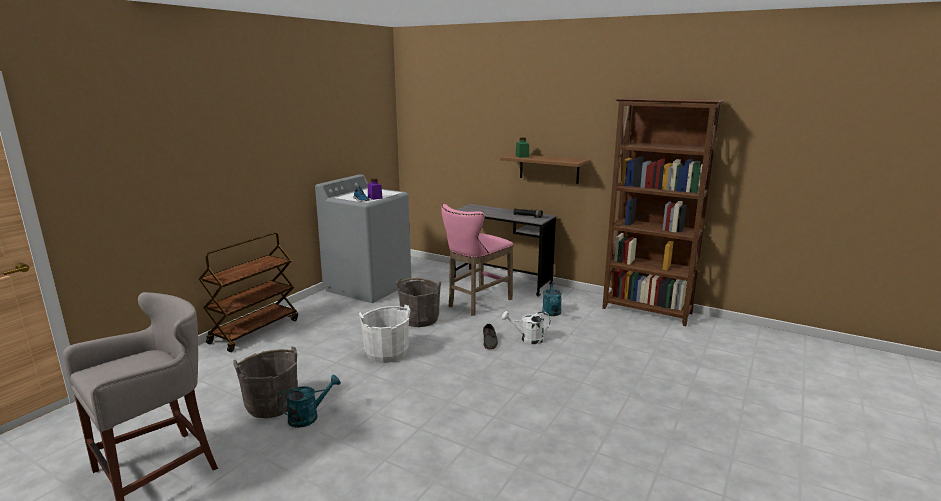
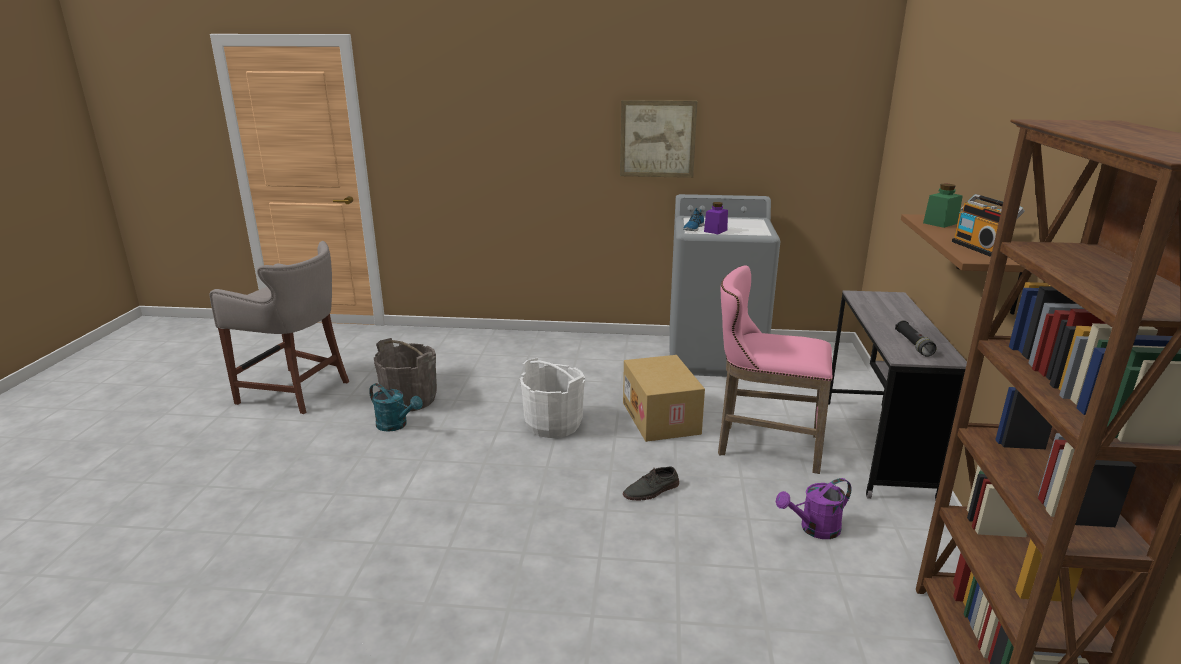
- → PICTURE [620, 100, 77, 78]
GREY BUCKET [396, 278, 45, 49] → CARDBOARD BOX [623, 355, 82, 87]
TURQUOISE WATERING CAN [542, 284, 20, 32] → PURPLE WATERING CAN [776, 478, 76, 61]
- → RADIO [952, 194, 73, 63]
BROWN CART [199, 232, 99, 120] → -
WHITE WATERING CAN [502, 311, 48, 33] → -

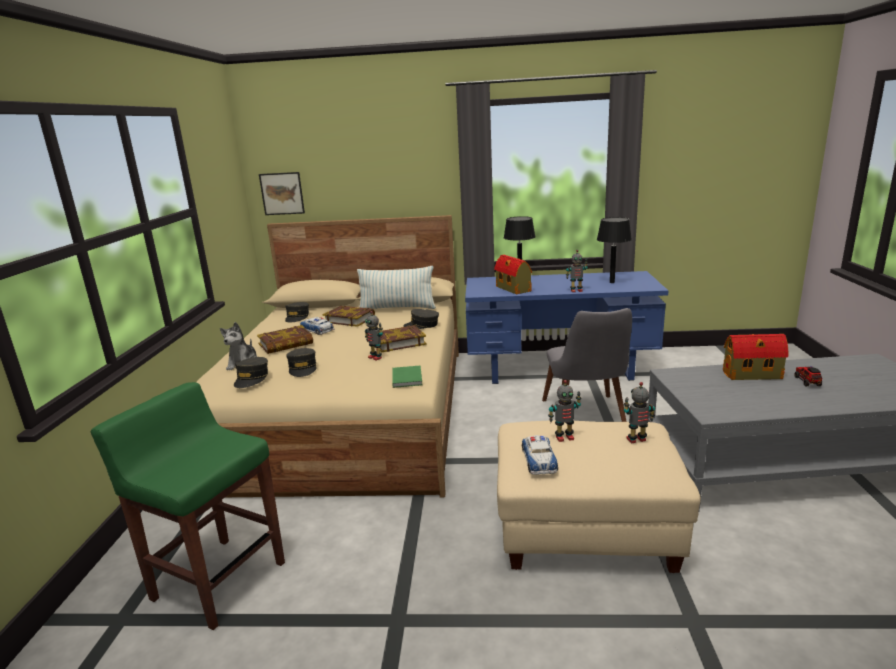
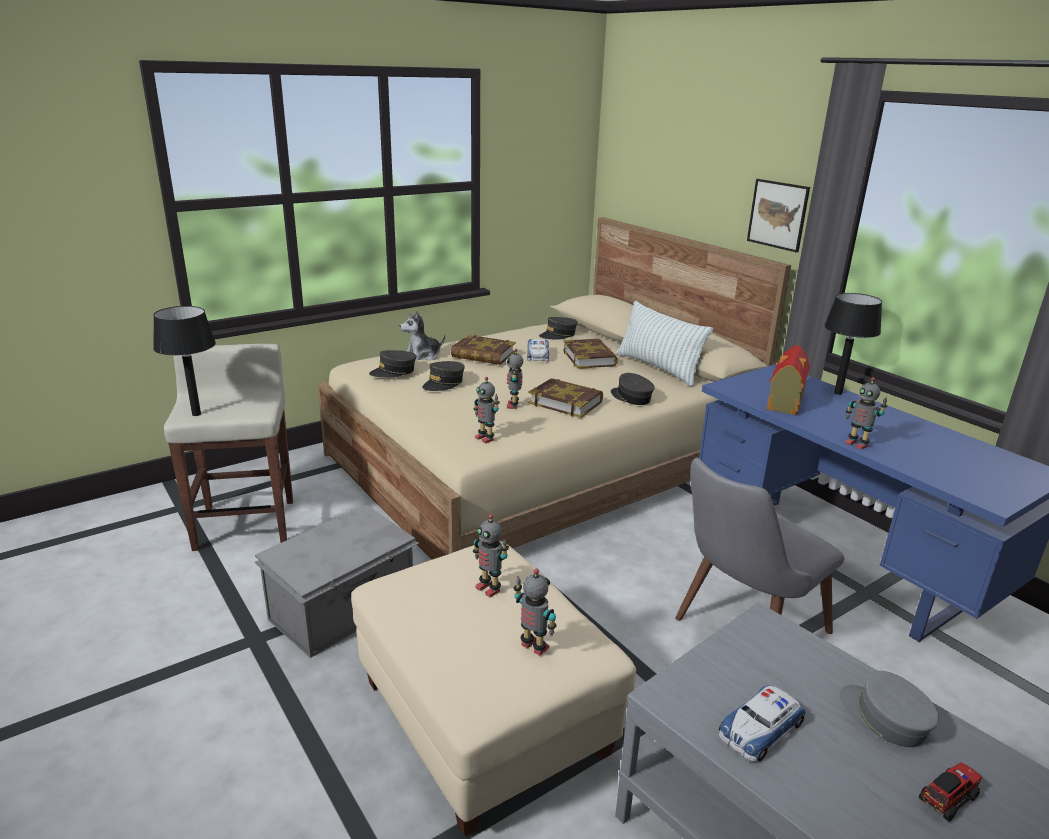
BLACK TABLE LAMP [597, 217, 35, 66] → BLACK TABLE LAMP [153, 306, 63, 110], relocated
GREEN STOOL [91, 382, 194, 248] → BEIGE STOOL [164, 344, 129, 207]
- → GREY STORAGE BOX [254, 505, 165, 153]
GREEN BOOK [392, 365, 30, 23] → TOY ROBOT [474, 377, 26, 67]
TOY CAR [522, 435, 36, 40] → TOY CAR [719, 685, 87, 77], relocated
PICTURE [259, 172, 46, 43] → PICTURE [747, 179, 63, 74], relocated
TOY HOUSE [723, 334, 66, 46] → GREY CAP [840, 671, 99, 76]

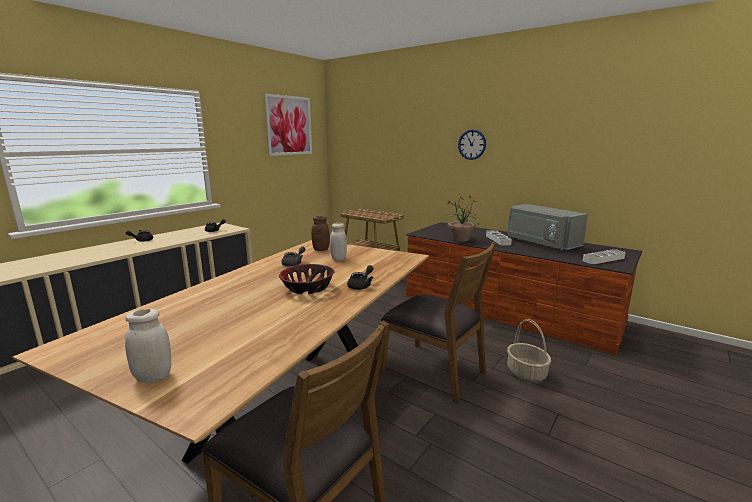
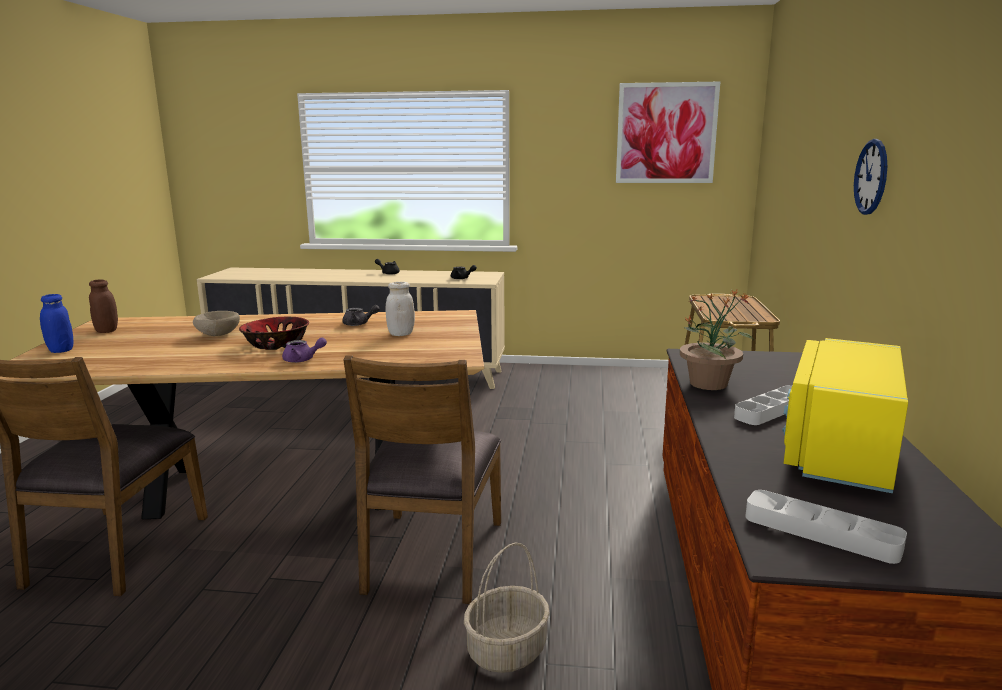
WHITE JAR [125, 309, 46, 74] → BLUE JAR [40, 294, 33, 59]
BROWN JAR [311, 216, 19, 35] → BROWN JAR [89, 280, 29, 53], relocated
- → BEIGE BOWL [193, 311, 47, 25]
BLACK TEAPOT [347, 265, 27, 25] → PURPLE TEAPOT [282, 337, 45, 26]
GREY MICROWAVE [508, 204, 80, 46] → YELLOW MICROWAVE [783, 338, 125, 155]

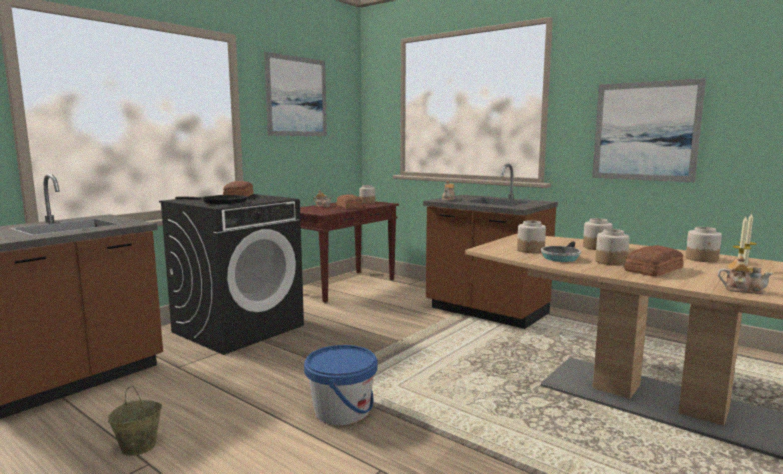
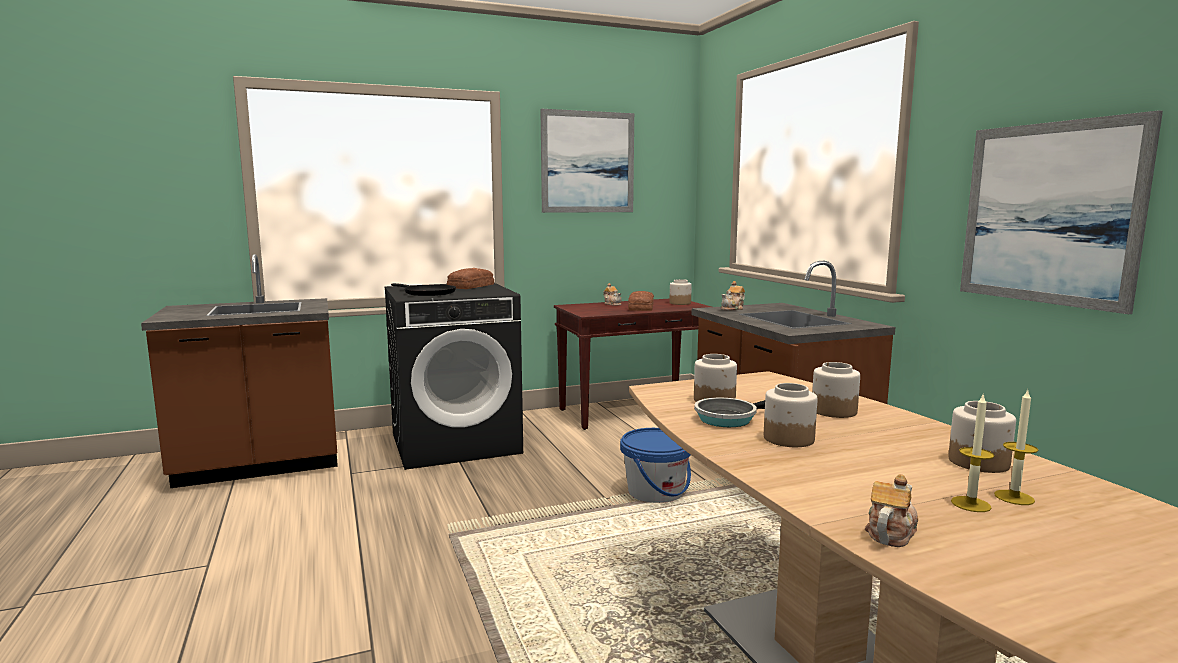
BLUE BUCKET [304, 345, 73, 80] → BLUE BUCKET [620, 428, 71, 75], relocated
TEAPOT [718, 256, 55, 38] → TEAPOT [865, 474, 53, 73], 105 degrees counterclockwise
BEIGE BUCKET [108, 386, 54, 70] → -
BREAD [624, 245, 60, 32] → -

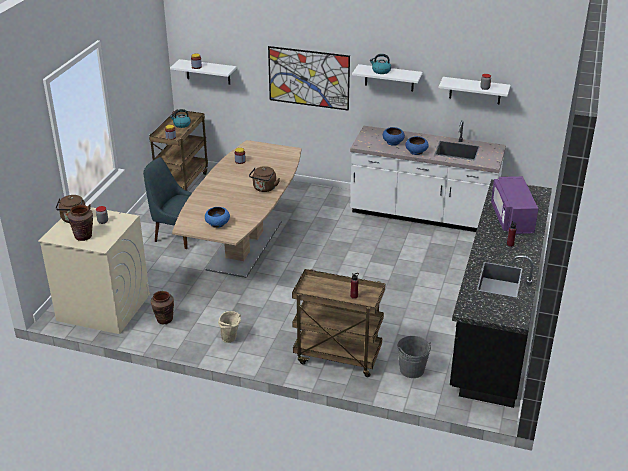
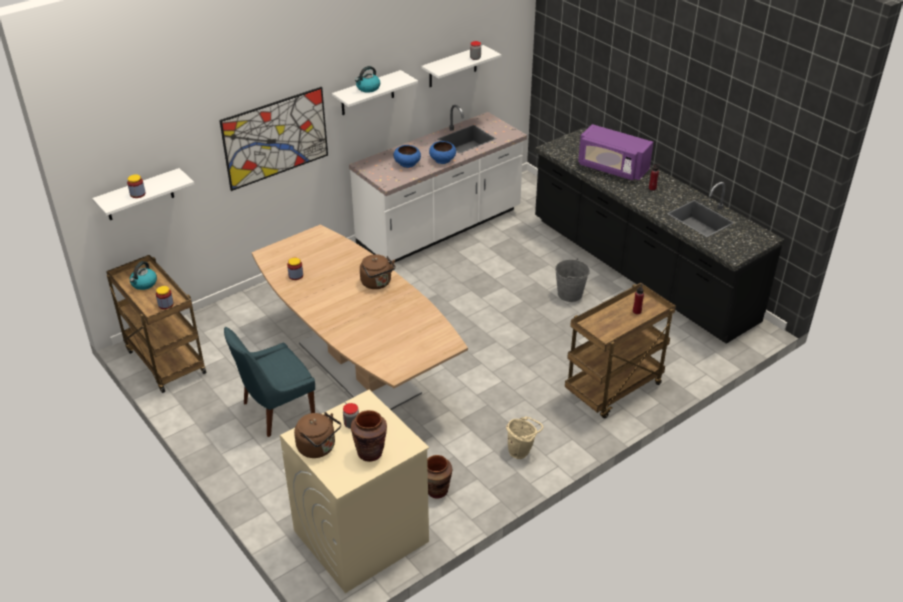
GREY BUCKET [397, 336, 34, 42] → GREY BUCKET [555, 258, 35, 44], relocated
BLUE BOWL [205, 207, 25, 21] → -

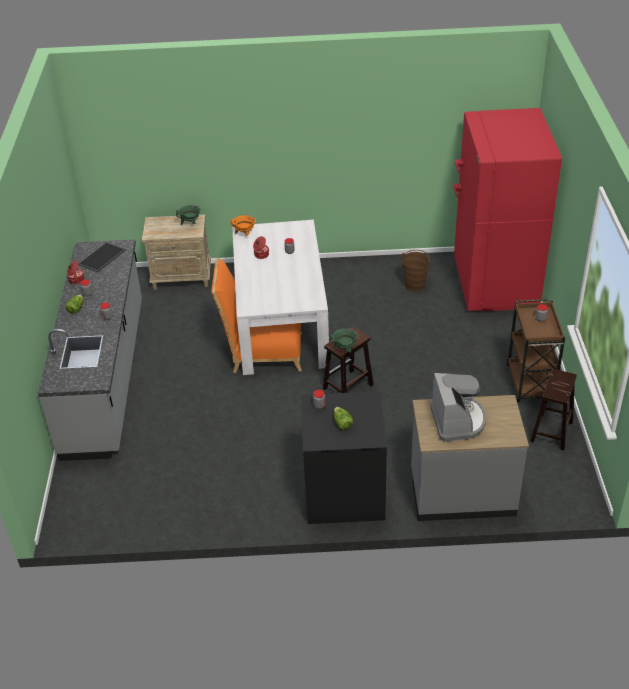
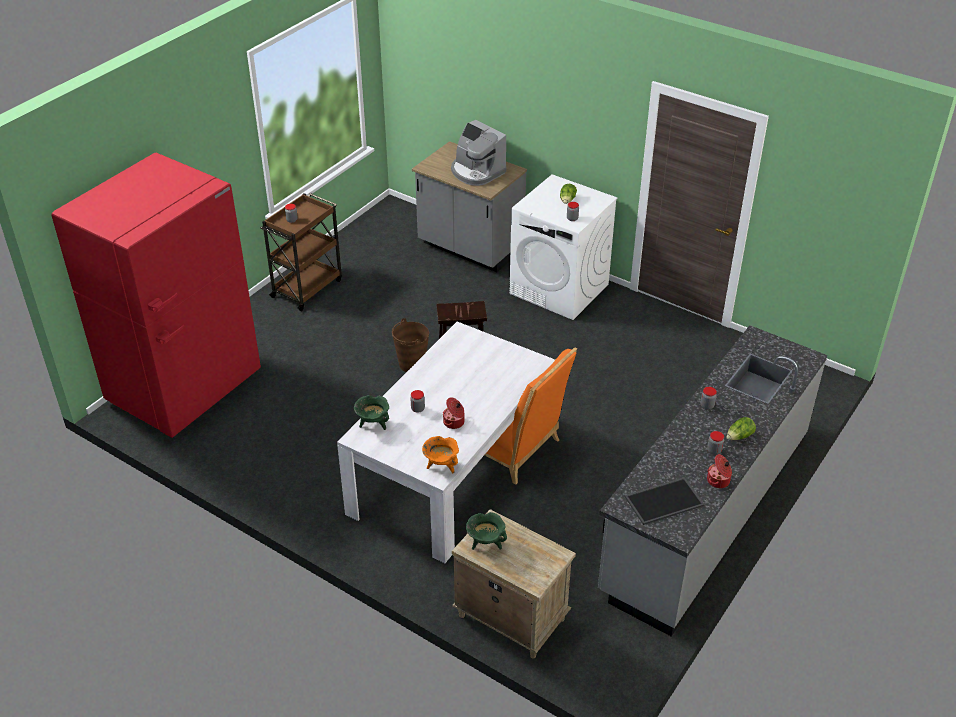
GREEN COOKING POT [329, 328, 30, 24] → GREEN COOKING POT [354, 395, 35, 35], relocated
BROWN BUCKET [402, 250, 29, 41] → BROWN BUCKET [392, 318, 37, 54], relocated
COFFEE MACHINE [430, 373, 56, 69] → COFFEE MACHINE [451, 120, 55, 66], 75 degrees counterclockwise
BLACK WASHING MACHINE [301, 391, 86, 133] → WHITE WASHING MACHINE [510, 174, 108, 146]
BROWN STOOL [530, 369, 47, 81] → -

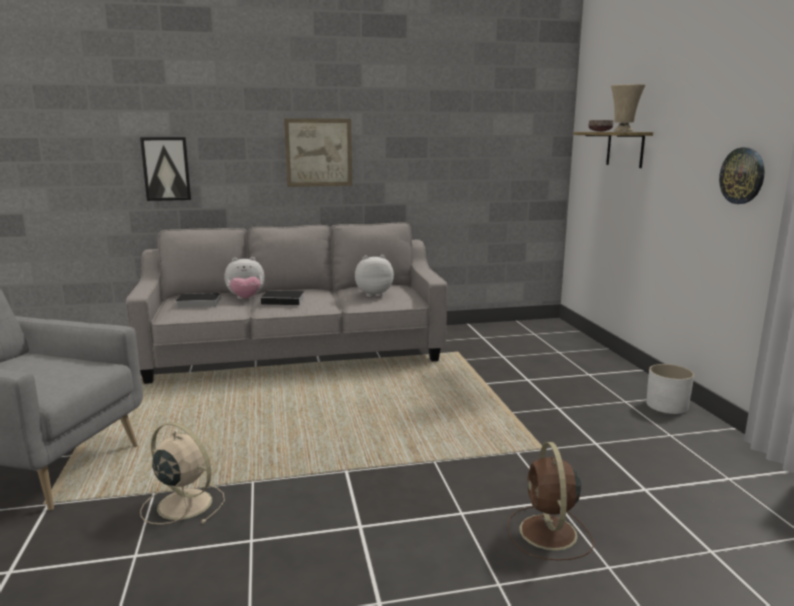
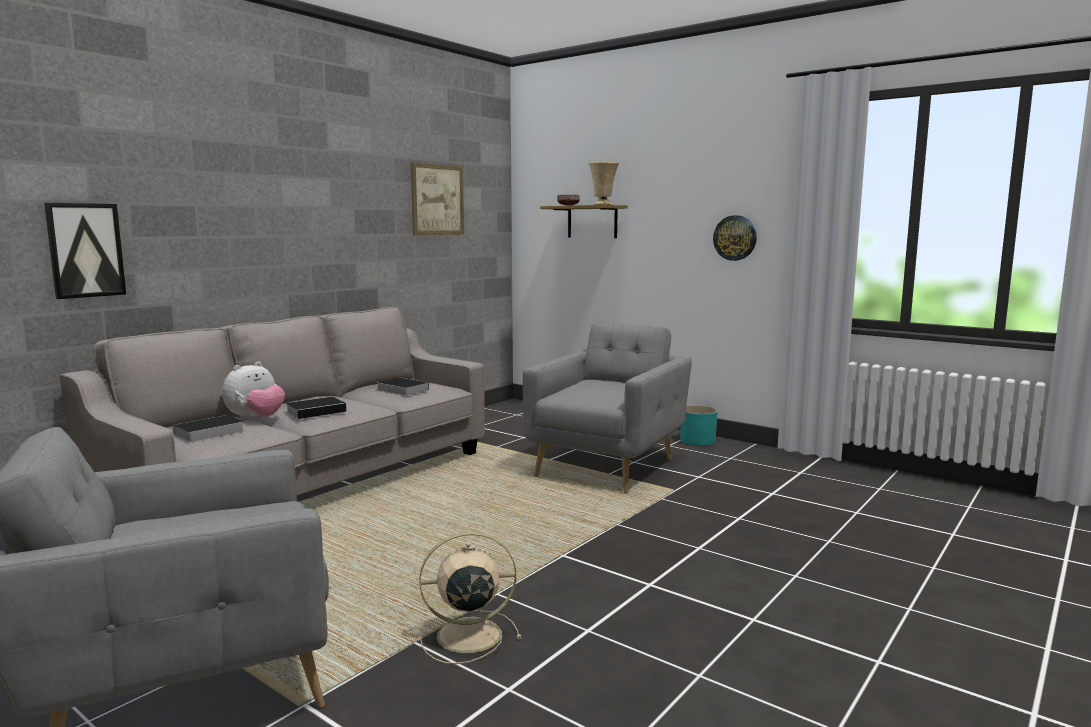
PLUSH TOY [355, 255, 39, 42] → BOOK [376, 377, 53, 19]
PICTURE [284, 118, 68, 69] → PICTURE [411, 162, 53, 73], relocated
- → GREY ARMCHAIR [523, 323, 169, 171]
WHITE PLANTER [646, 364, 48, 50] → TURQUOISE PLANTER [680, 405, 37, 41]
BROWN FAN [508, 442, 86, 118] → -

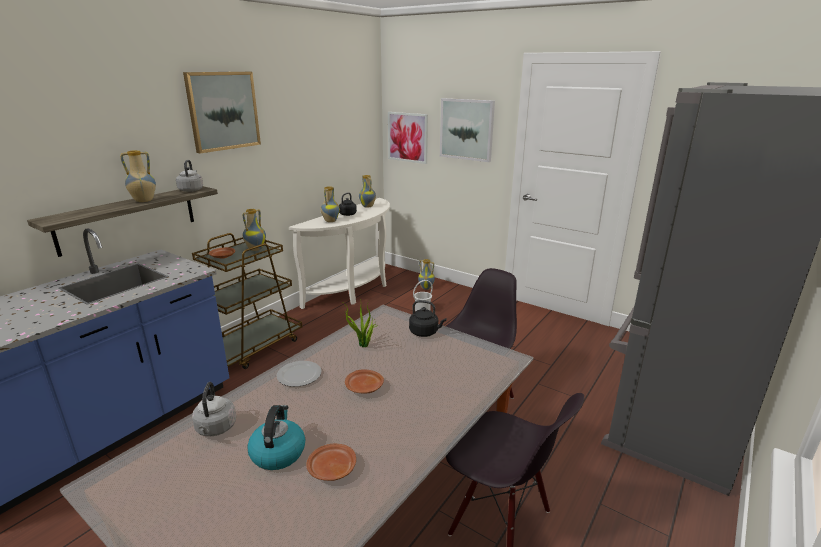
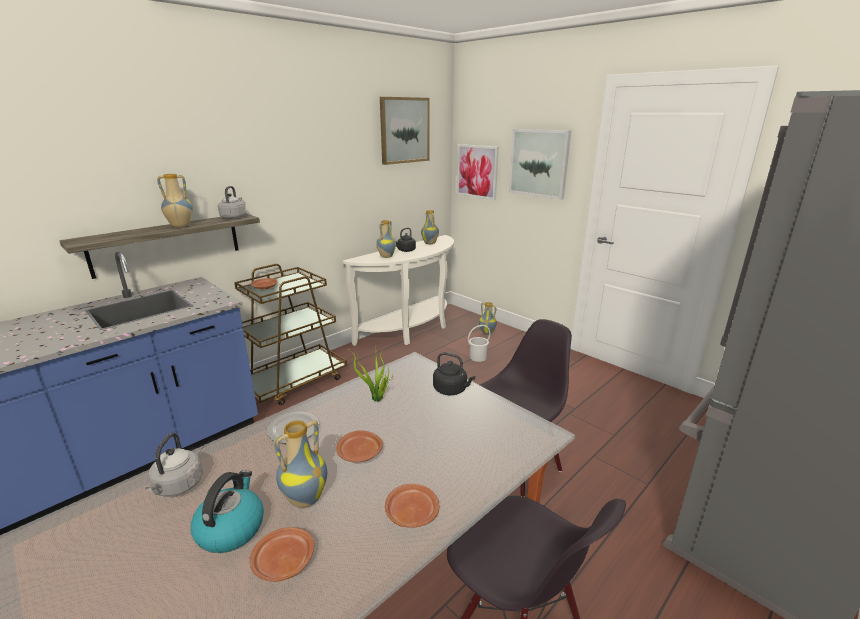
VASE [243, 209, 23, 42] → VASE [274, 420, 53, 88], relocated
PICTURE [183, 72, 78, 81] → PICTURE [380, 97, 49, 68], relocated
- → BROWN PLATE [385, 484, 54, 44]

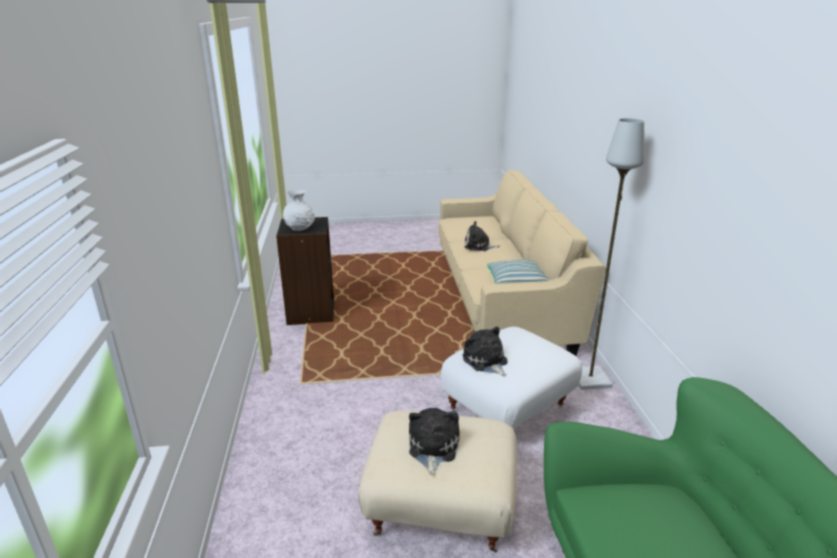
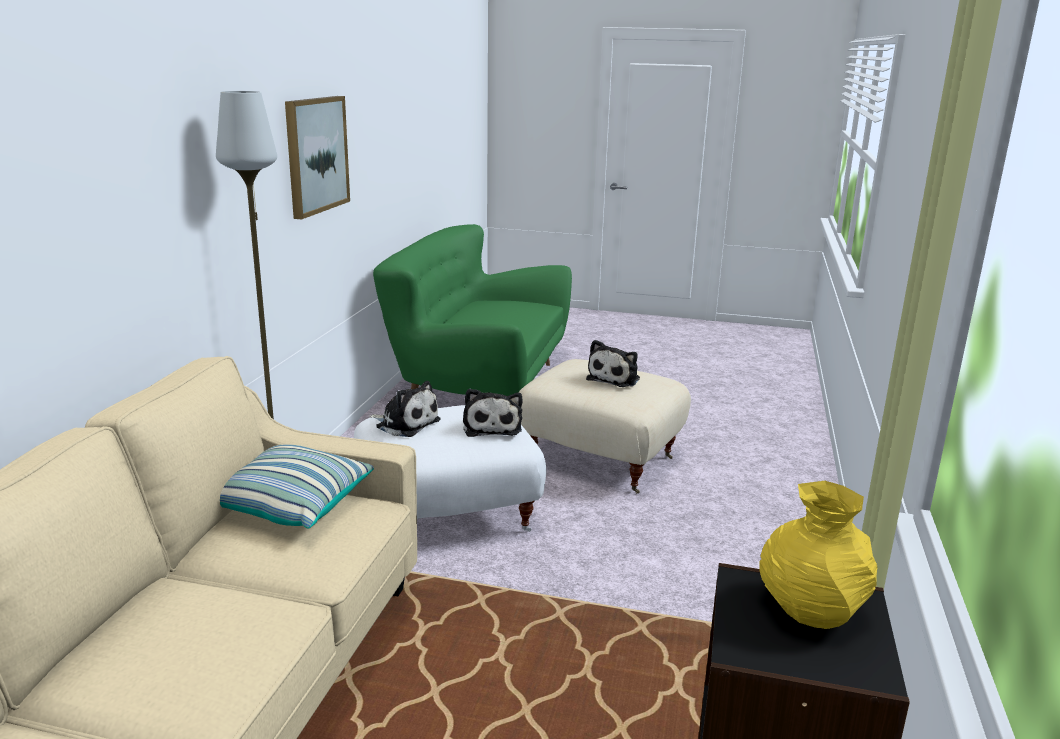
- → PICTURE [285, 96, 65, 123]
PLUSH TOY [465, 221, 35, 30] → PLUSH TOY [369, 381, 72, 56], relocated
WHITE VASE [283, 190, 32, 41] → YELLOW VASE [759, 481, 118, 148]

